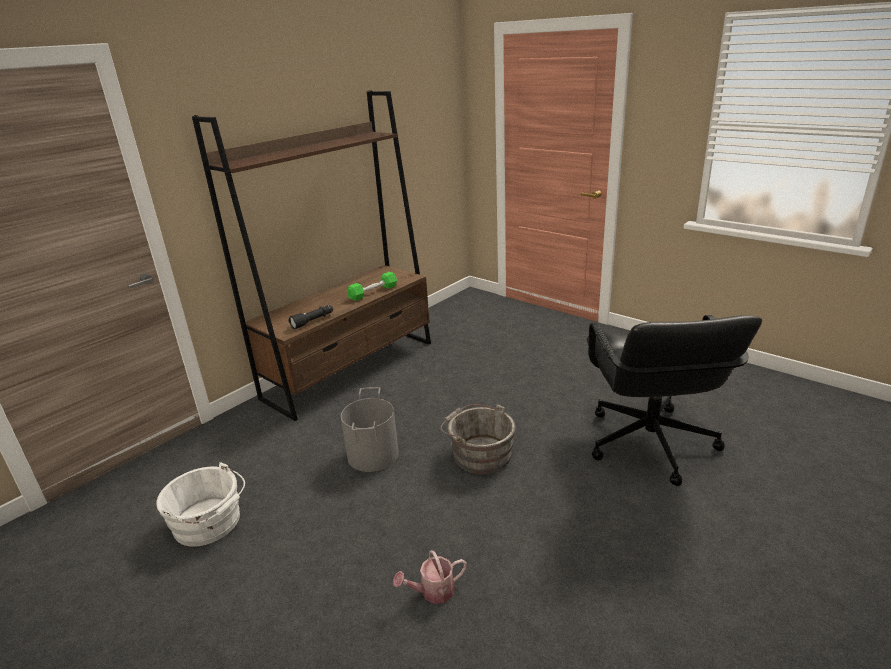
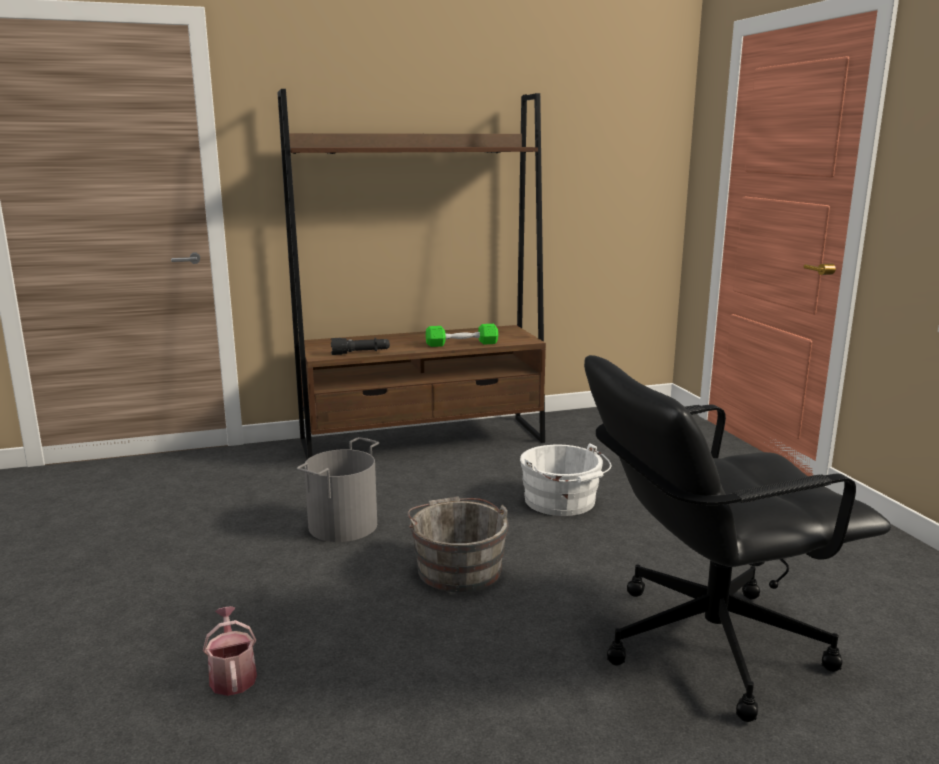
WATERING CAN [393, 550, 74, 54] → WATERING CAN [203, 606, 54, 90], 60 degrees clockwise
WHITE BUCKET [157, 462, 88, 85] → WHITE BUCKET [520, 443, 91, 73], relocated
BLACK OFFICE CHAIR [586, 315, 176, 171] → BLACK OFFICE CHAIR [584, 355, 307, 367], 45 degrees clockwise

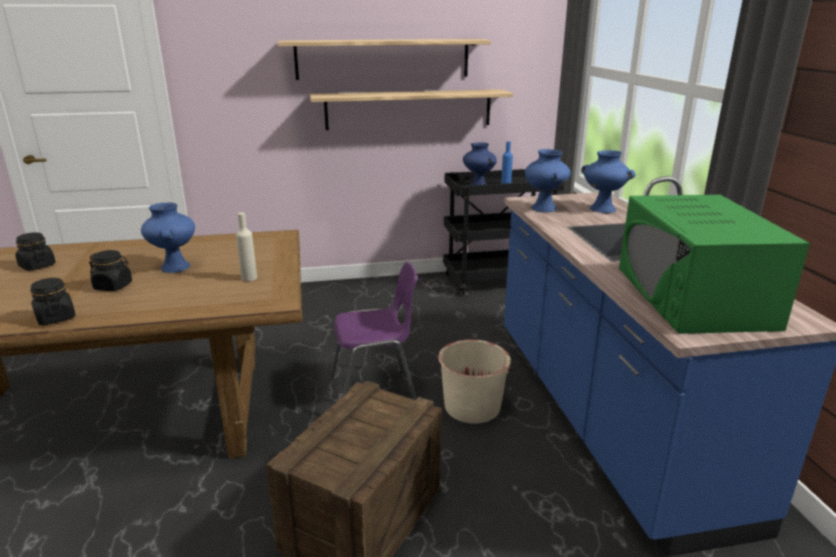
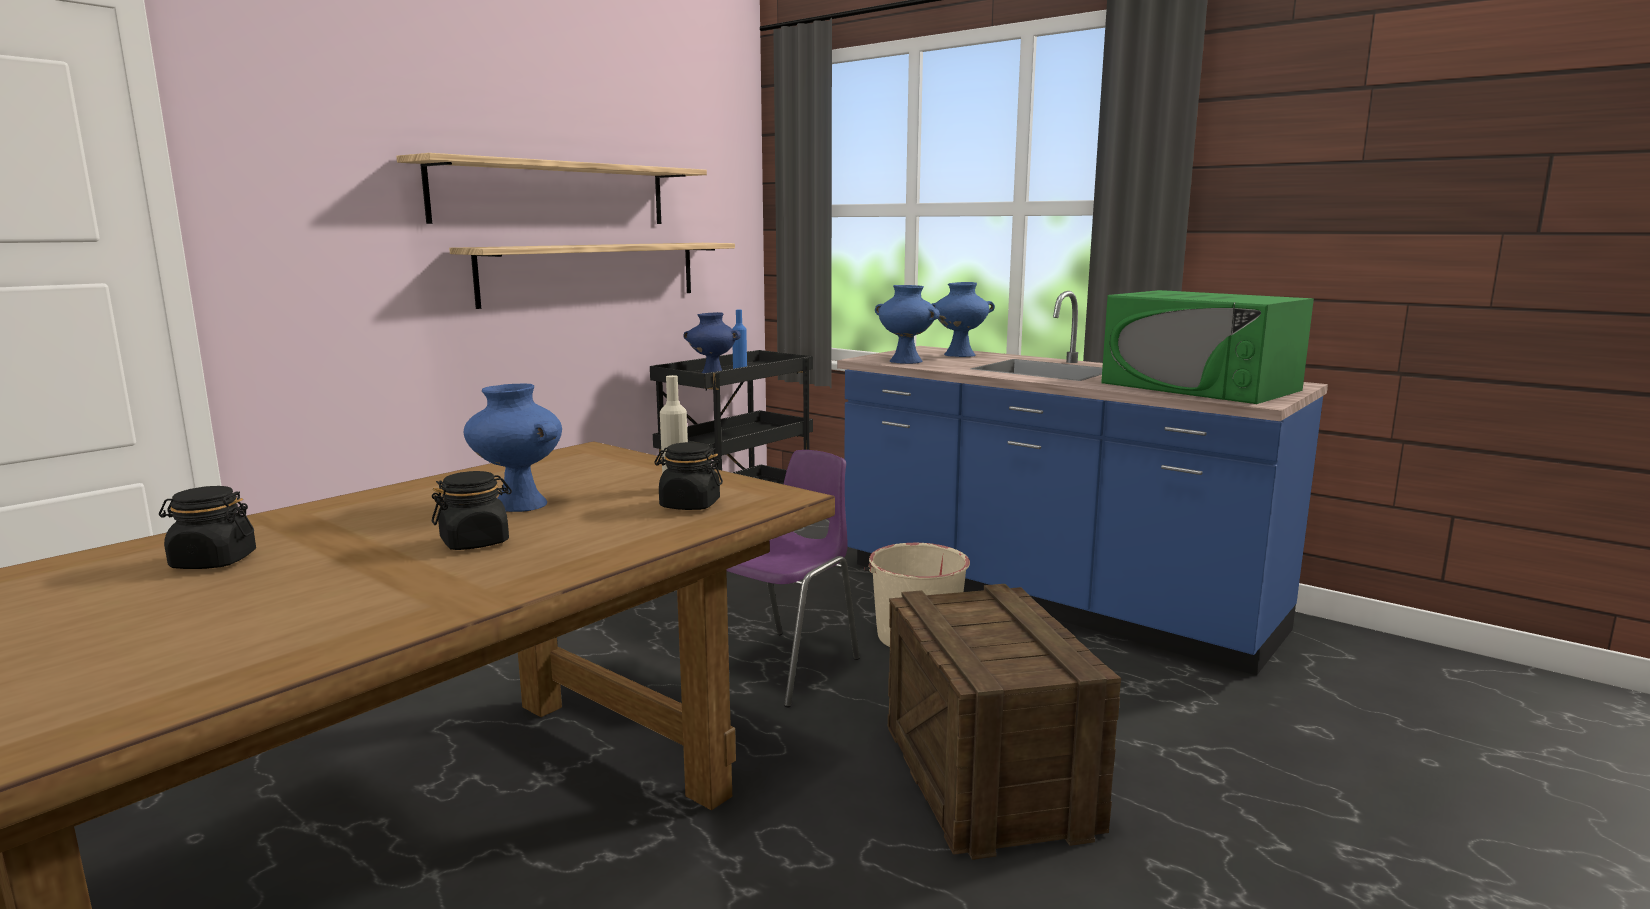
BLACK JAR [30, 278, 46, 47] → BLACK JAR [654, 442, 69, 68], relocated

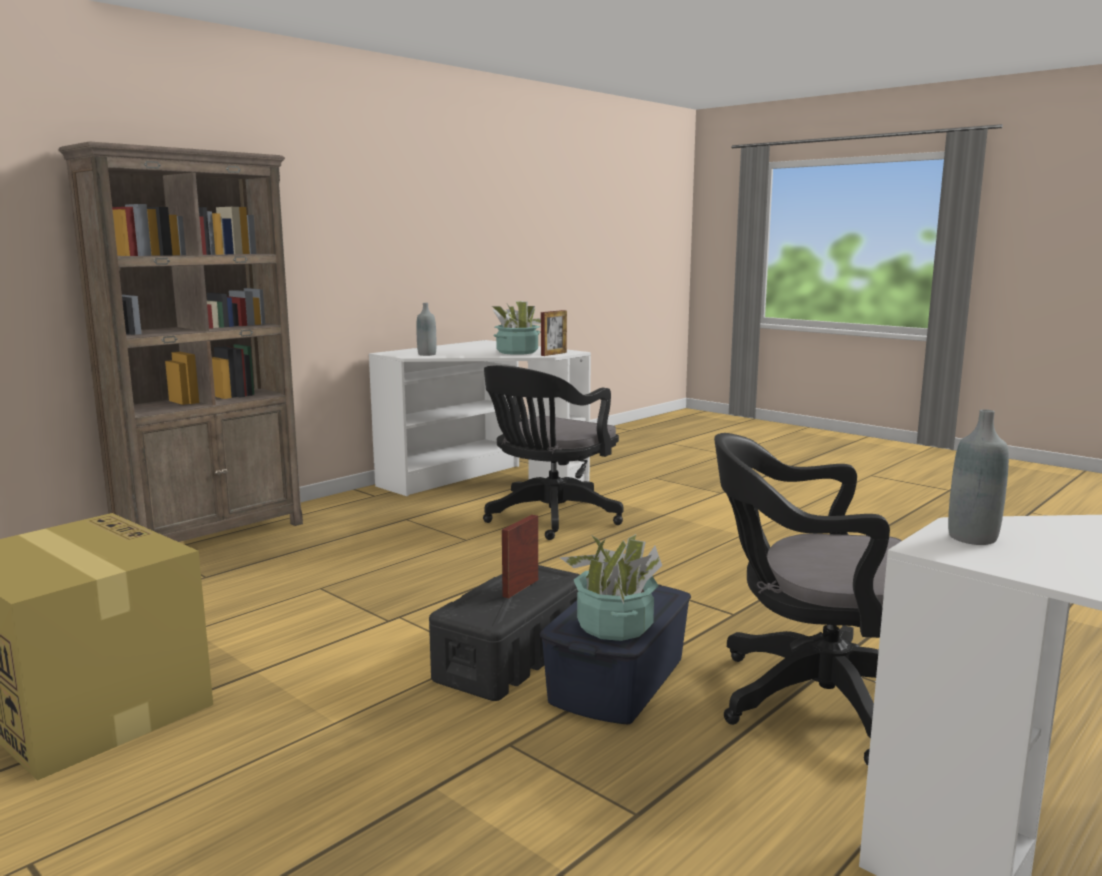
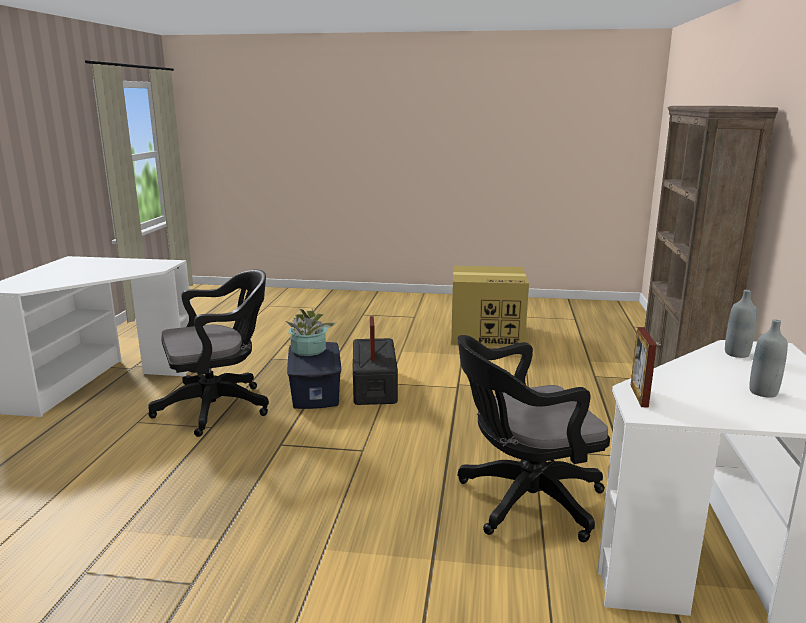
BLACK OFFICE CHAIR [483, 365, 141, 175] → BLACK OFFICE CHAIR [457, 335, 153, 207], 105 degrees counterclockwise
GREY BOTTLE [948, 409, 61, 136] → GREY BOTTLE [749, 319, 39, 79], relocated
POTTED PLANT [492, 301, 49, 54] → -

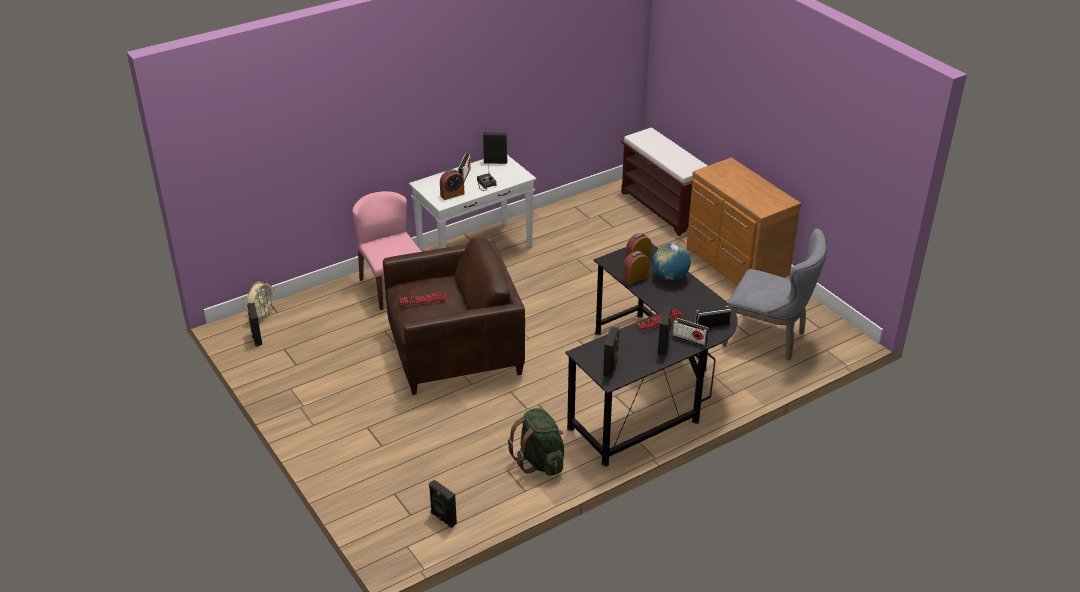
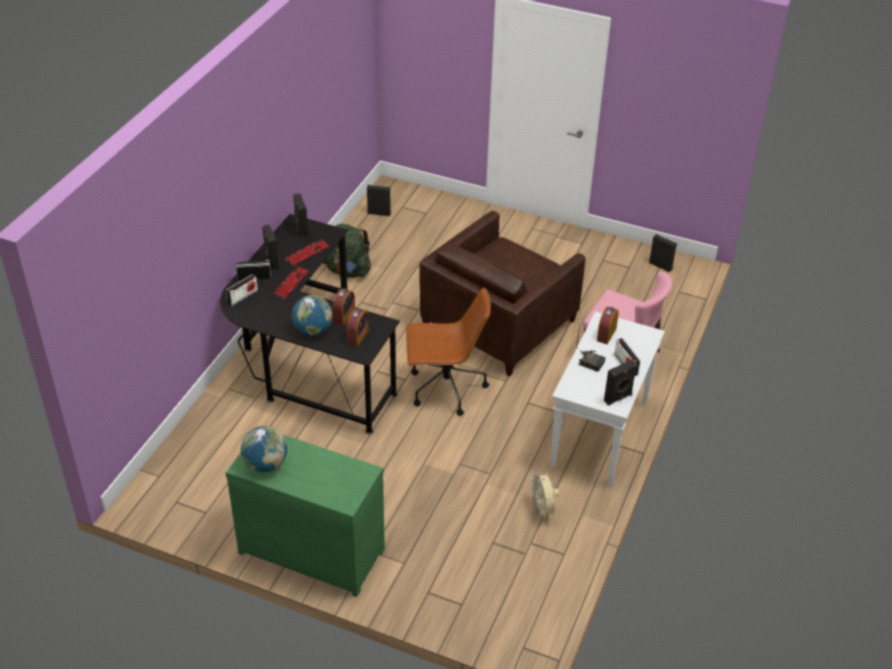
BROWN DRESSER [686, 157, 115, 129] → GREEN DRESSER [226, 435, 159, 162]
- → GLOBE [241, 426, 46, 46]
KEYBOARD [399, 294, 47, 13] → KEYBOARD [285, 239, 45, 27], relocated
- → BROWN OFFICE CHAIR [406, 287, 85, 129]
BEIGE FAN [246, 281, 30, 40] → BEIGE FAN [530, 471, 29, 49], relocated
BROWN BENCH [621, 128, 87, 108] → -
GREY CHAIR [722, 228, 106, 133] → -

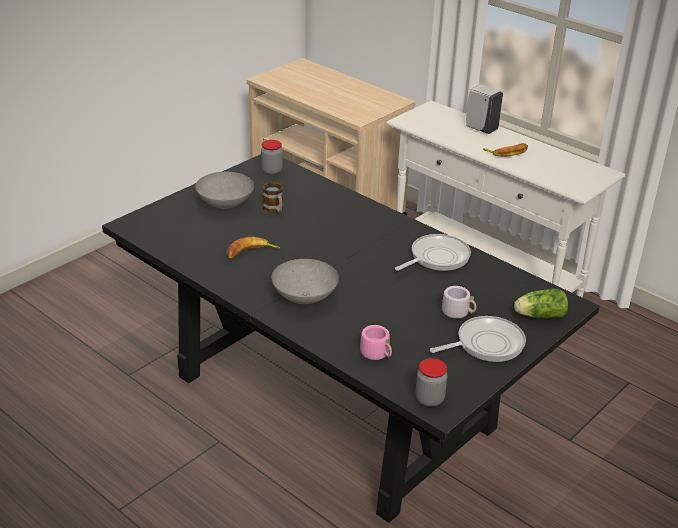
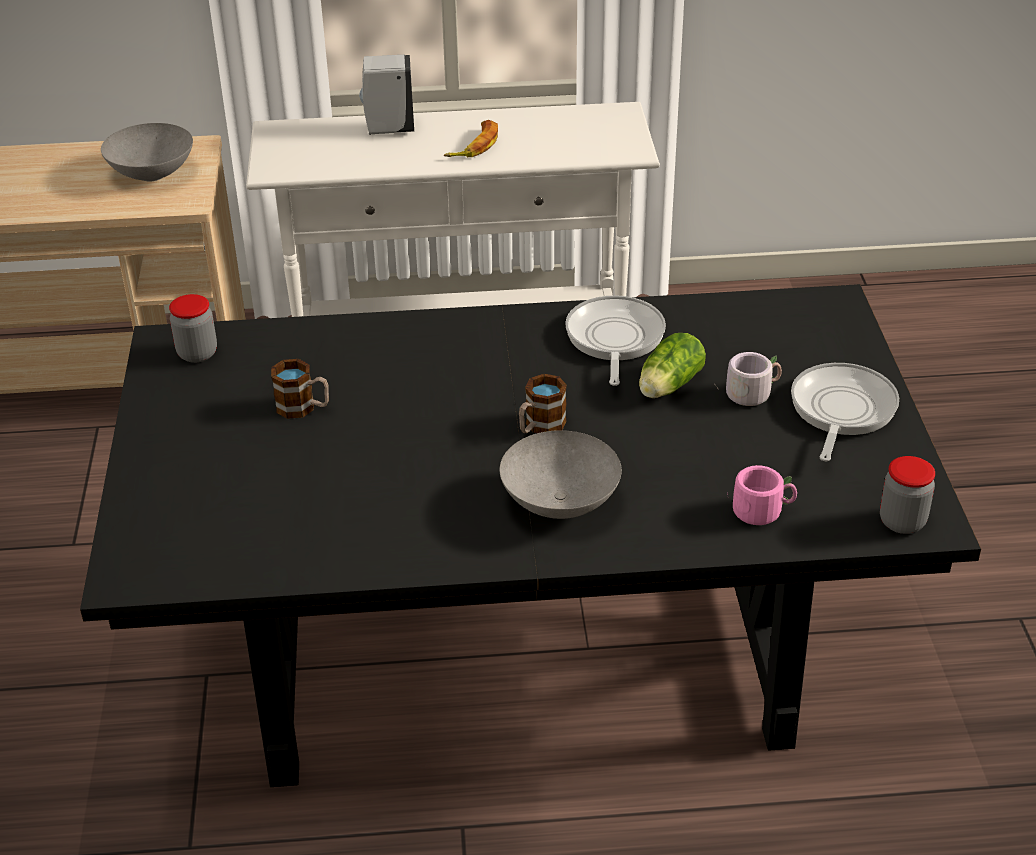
GREY BOWL [195, 172, 59, 37] → GREY BOWL [101, 123, 92, 58], relocated
- → MUG [519, 374, 48, 59]
LETTUCE [514, 288, 54, 30] → LETTUCE [639, 333, 67, 65], relocated
BANANA [227, 237, 53, 23] → -

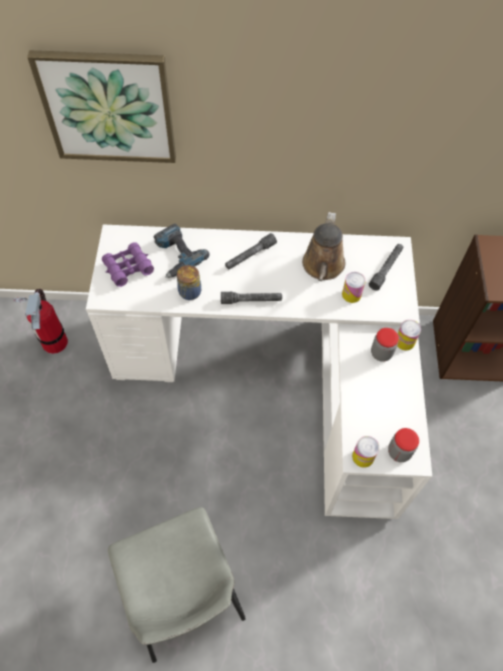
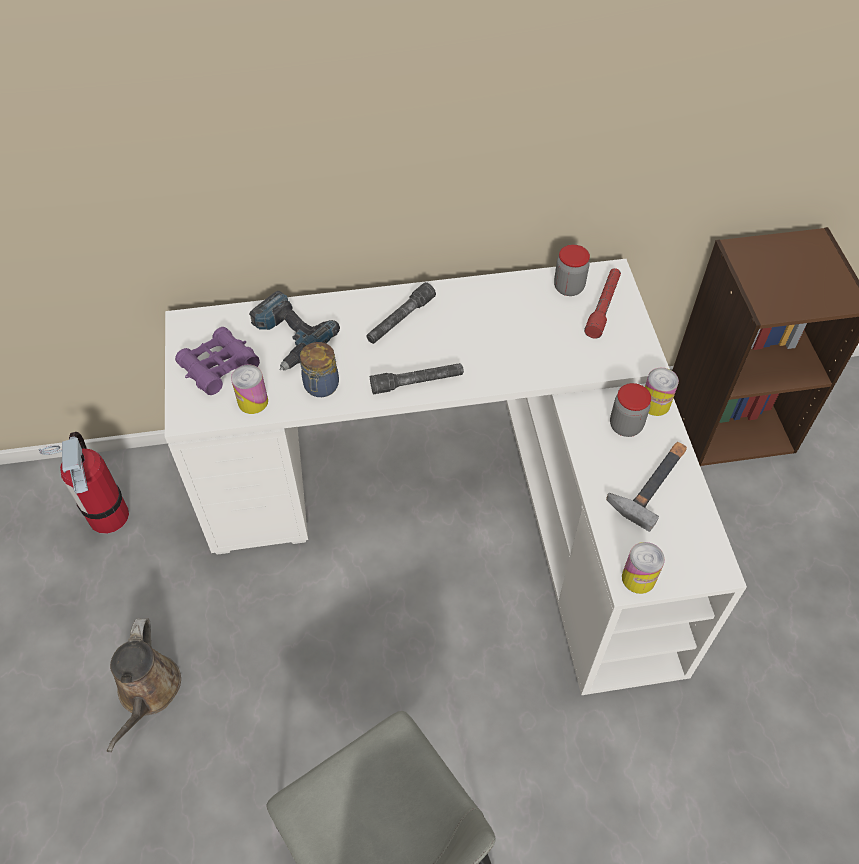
BROWN WATERING CAN [302, 212, 43, 69] → BROWN WATERING CAN [107, 618, 74, 134], relocated
CAN [342, 272, 24, 31] → CAN [231, 365, 37, 49], relocated
JAR [388, 428, 31, 34] → JAR [554, 245, 36, 51], relocated
GREY FLASHLIGHT [369, 244, 34, 47] → RED FLASHLIGHT [584, 268, 37, 71]
- → HAMMER [606, 442, 81, 90]
PICTURE [27, 50, 149, 113] → -

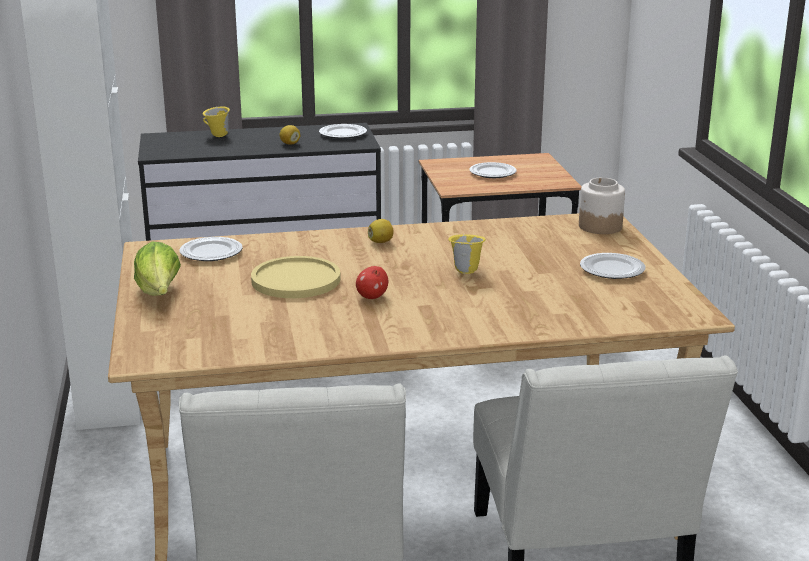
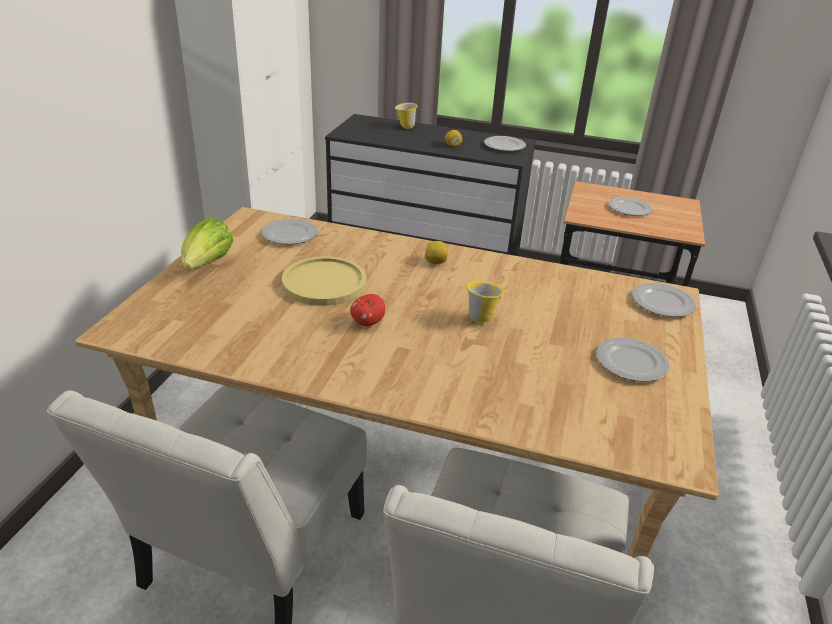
JAR [579, 178, 46, 56] → PLATE [632, 283, 64, 34]

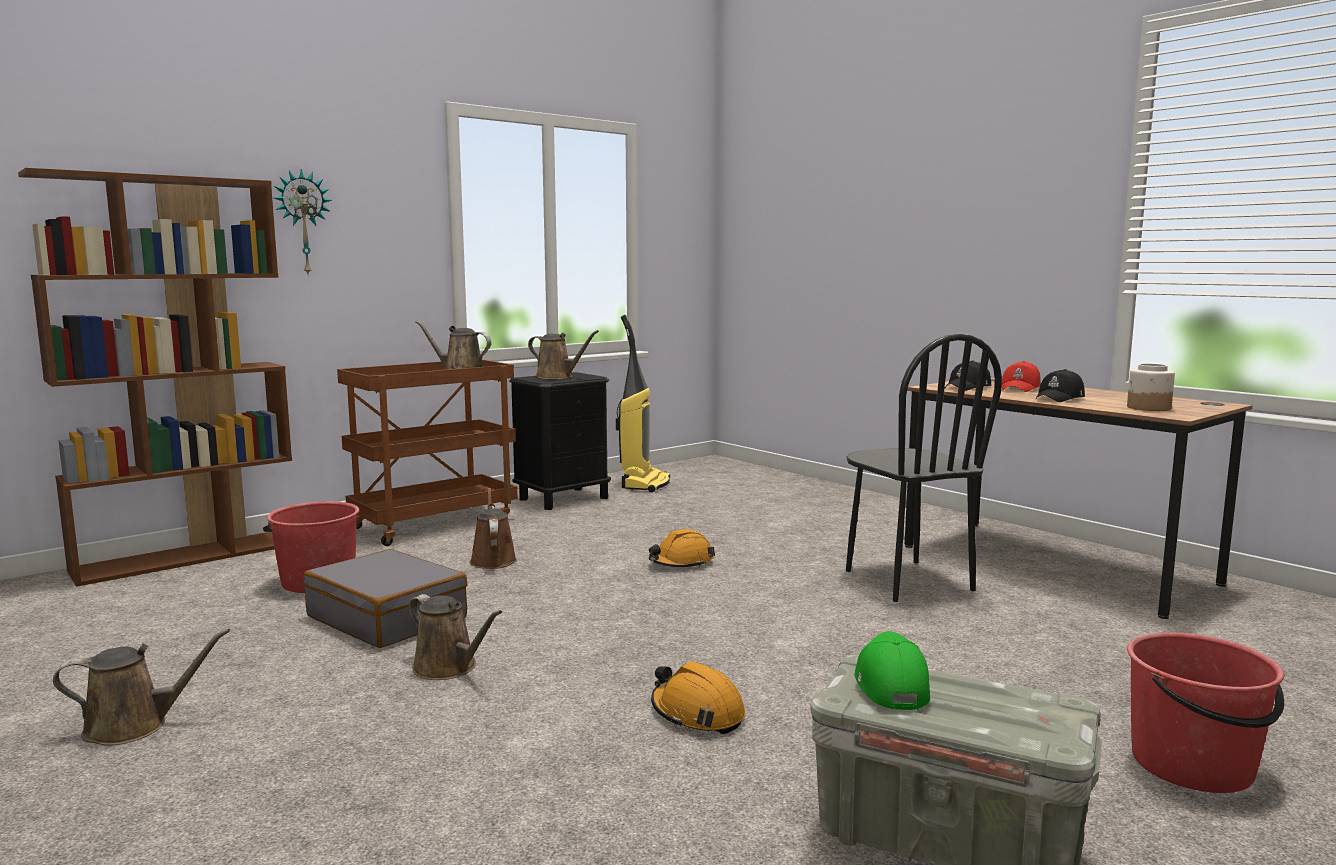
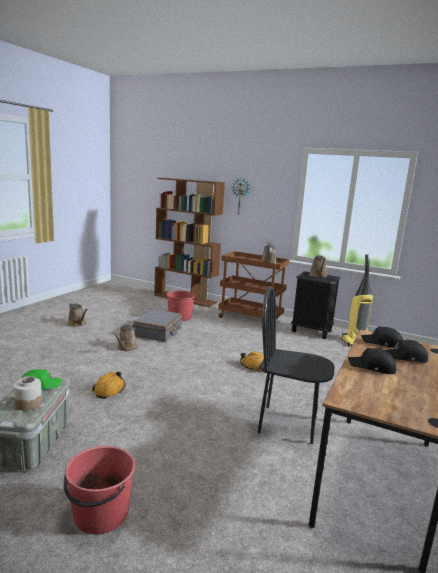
JAR [1127, 364, 48, 47] → JAR [14, 376, 28, 35], relocated
BLACK CHAIR [846, 333, 156, 269] → BLACK CHAIR [258, 286, 77, 158], 60 degrees clockwise
RED CAP [1002, 361, 39, 31] → BLACK CAP [385, 340, 43, 23]
BROWN WATERING CAN [470, 488, 47, 81] → -

